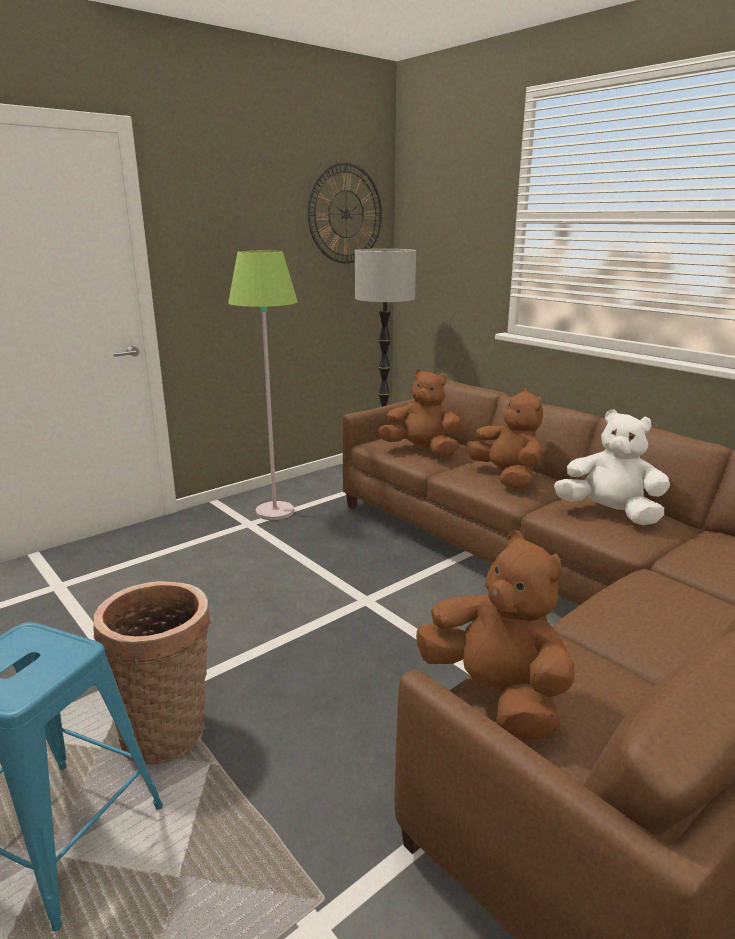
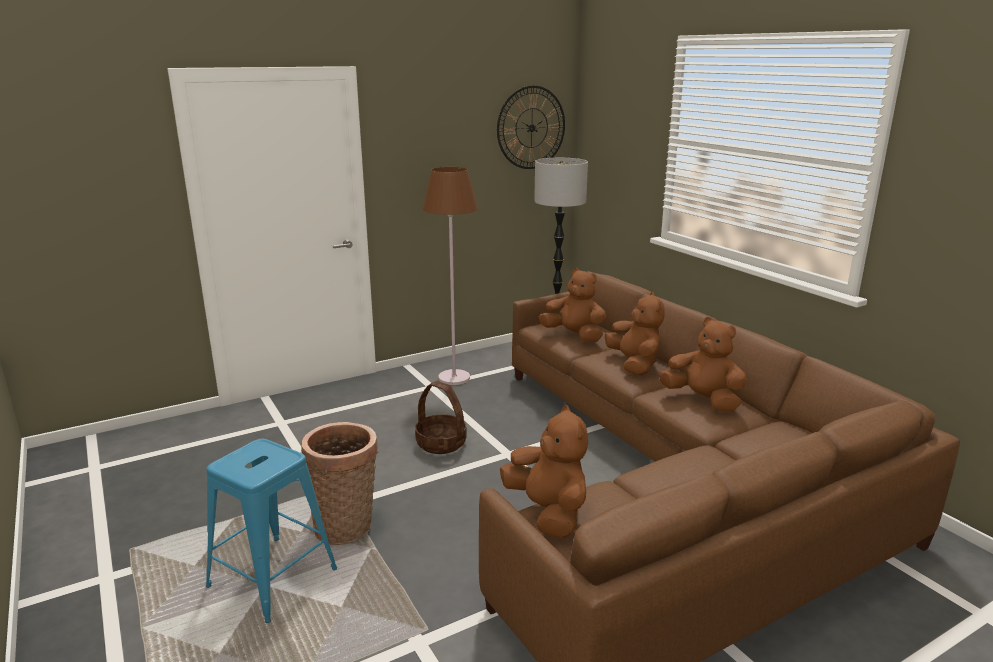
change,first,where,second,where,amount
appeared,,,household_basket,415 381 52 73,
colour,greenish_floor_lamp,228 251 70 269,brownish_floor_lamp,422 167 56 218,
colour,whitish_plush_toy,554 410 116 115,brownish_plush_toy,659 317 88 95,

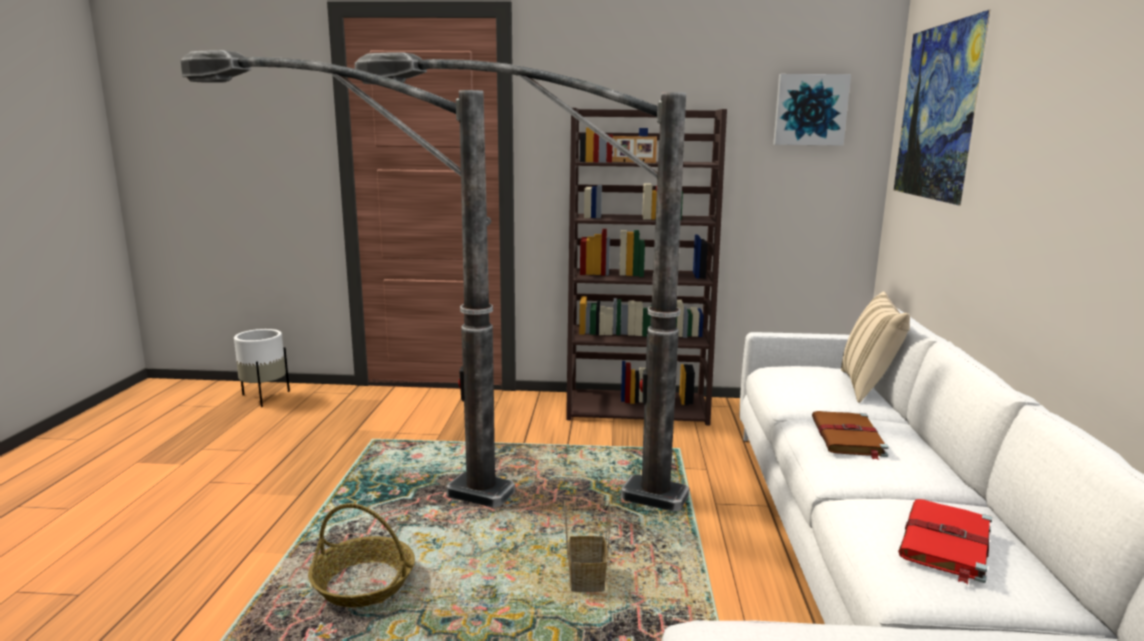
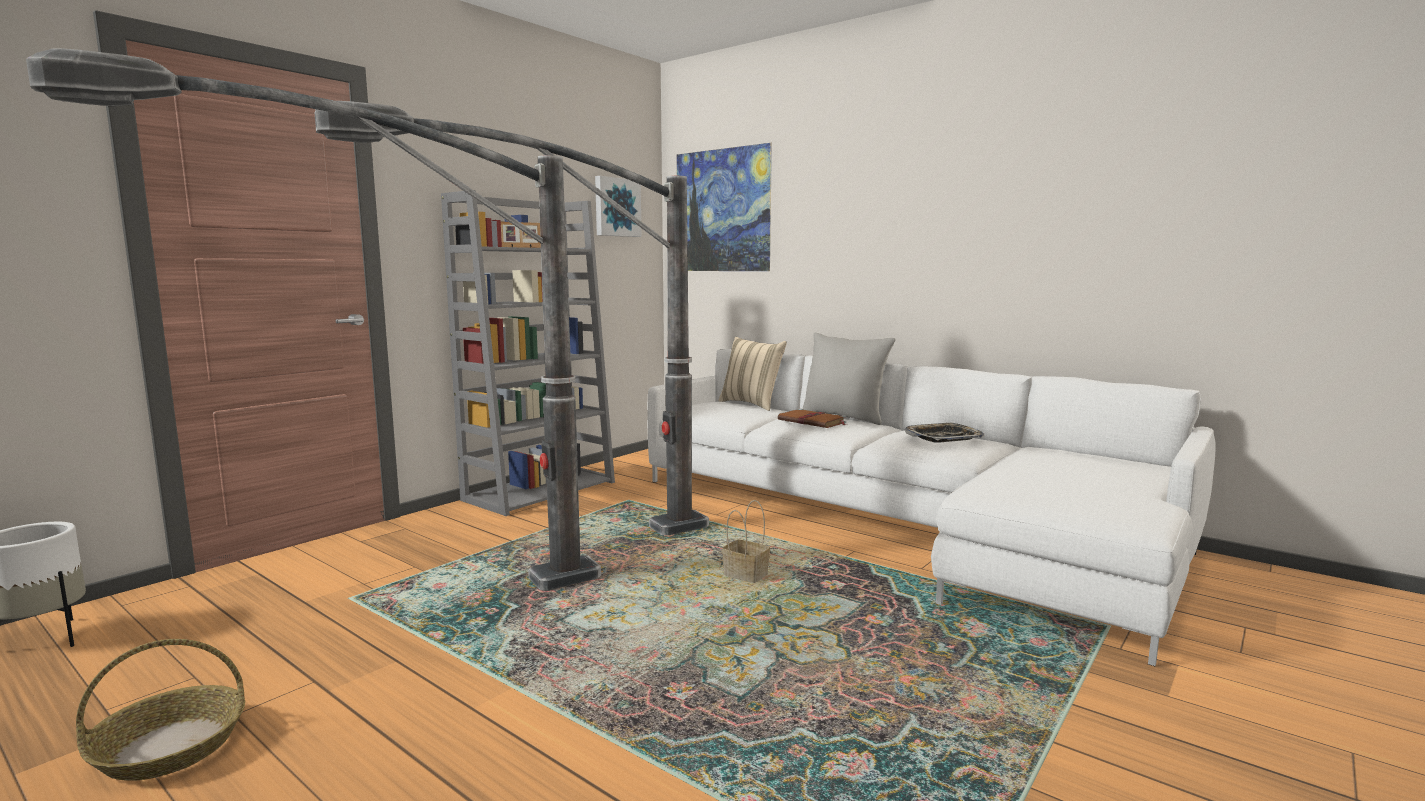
change,first,where,second,where,amount
appeared,,,gray_cushion,802 332 94 93,
relocated,household_basket,308 503 107 104,,76 639 169 142,
exchanged,red_book,898 499 94 85,tray,904 422 80 21,
colour,brownish_bookcase,566 108 161 317,gray_bookcase,441 190 174 326,

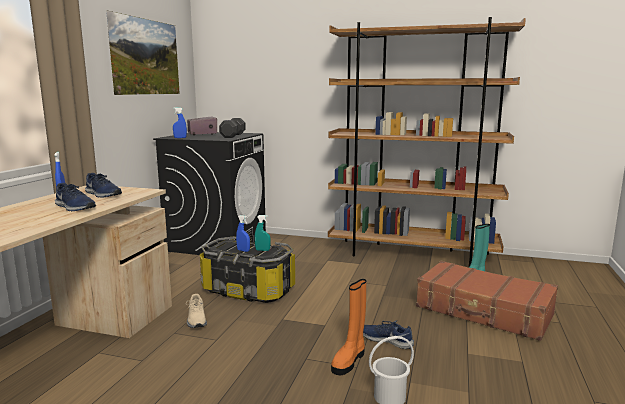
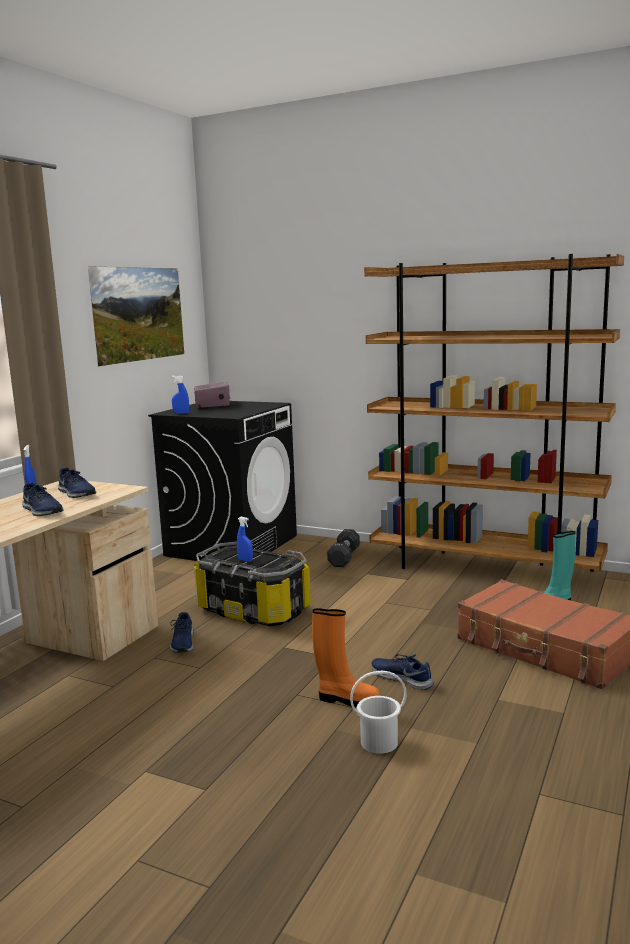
change,first,where,second,where,amount
missing,blue-green_spray_bottle,255 215 16 36,,,
relocated,blackish_hand_weight,219 118 27 20,,327 529 33 38,
colour,beige-coloured_shoe,186 294 21 34,bluish_shoe,170 612 24 41,
spun,orange_boot,331 279 35 96,,312 608 69 99,120 degrees counterclockwise

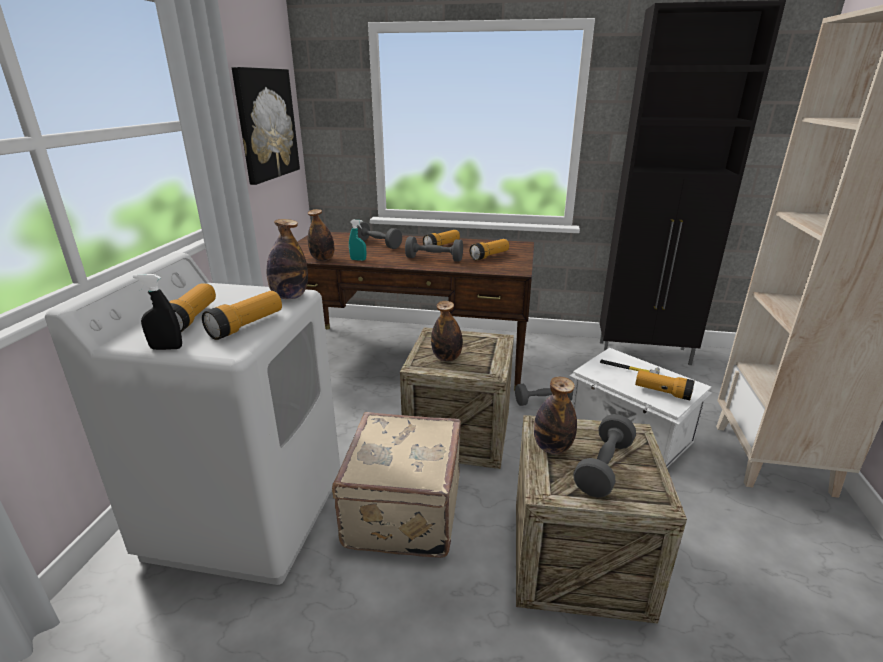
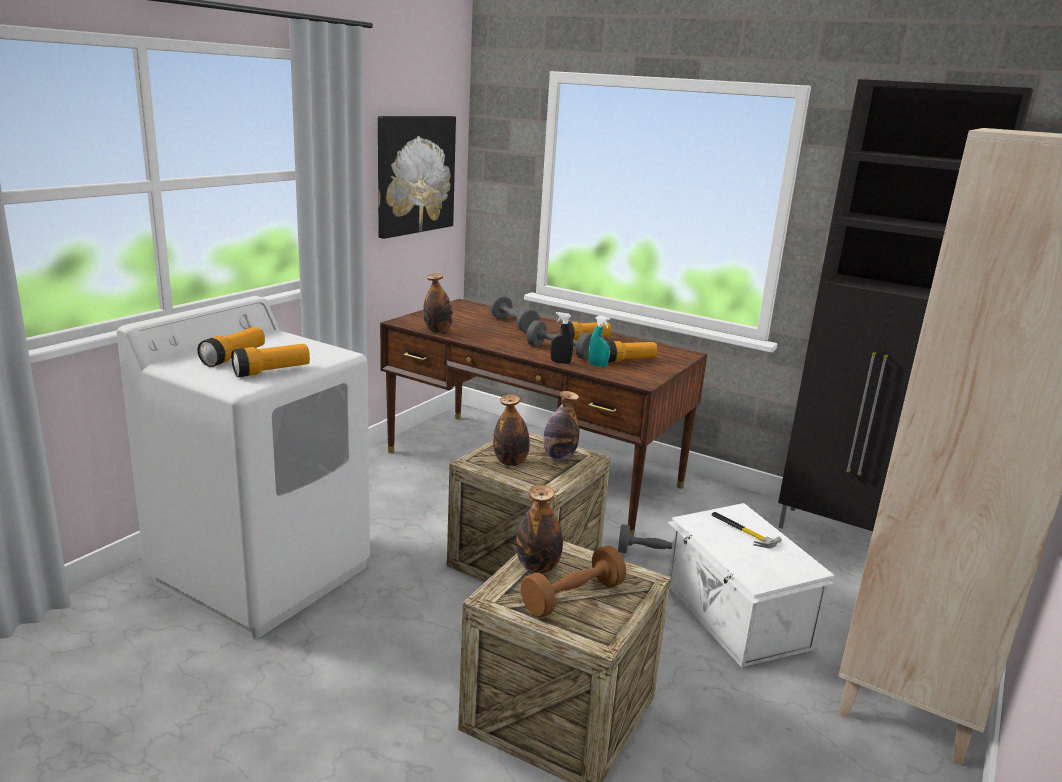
change,first,where,second,where,amount
missing,beige-coloured_piece_of_luggage,332 412 129 146,,,
missing,hand_torch,635 370 60 30,,,
relocated,blackish_spray_bottle,133 274 49 76,,551 312 22 52,
relocated,bottle,267 219 41 80,,543 391 36 69,
relocated,blue-green_spray_bottle,349 220 17 41,,589 315 21 52,
colour,gray_hand_weight,573 414 63 83,brownish_hand_weight,521 546 105 72,

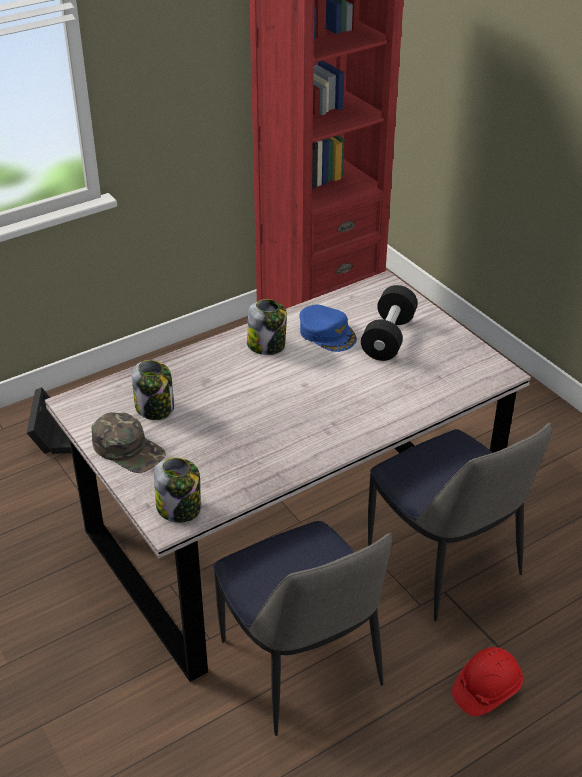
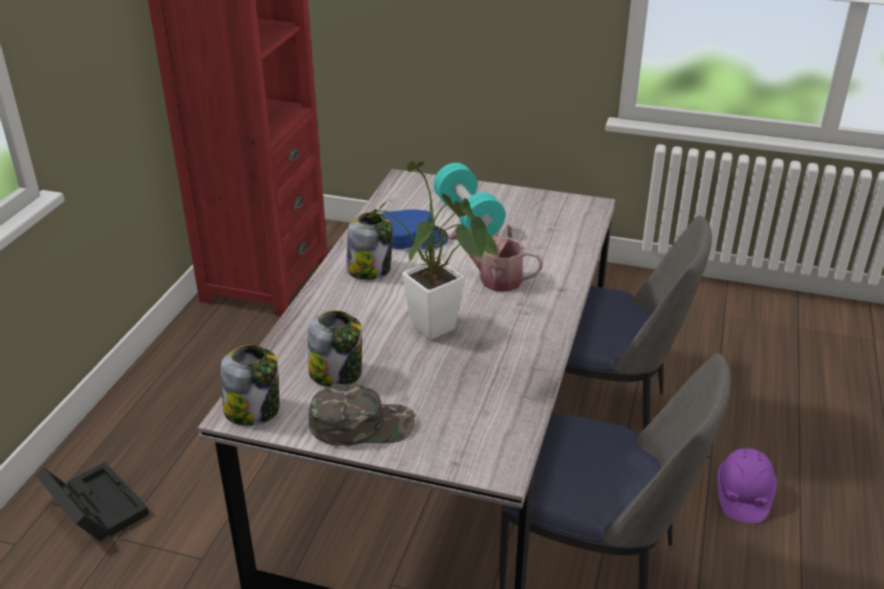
change,first,where,second,where,amount
appeared,,,plant_in_a_pot,366 161 134 179,
appeared,,,watering_can,448 223 95 69,
relocated,storage_jar,154 458 47 65,,221 345 58 81,
colour,blackish_hand_weight,361 285 57 76,blue-green_hand_weight,434 163 71 73,
colour,red_safety_helmet,452 647 71 69,purple-coloured_safety_helmet,717 448 60 75,

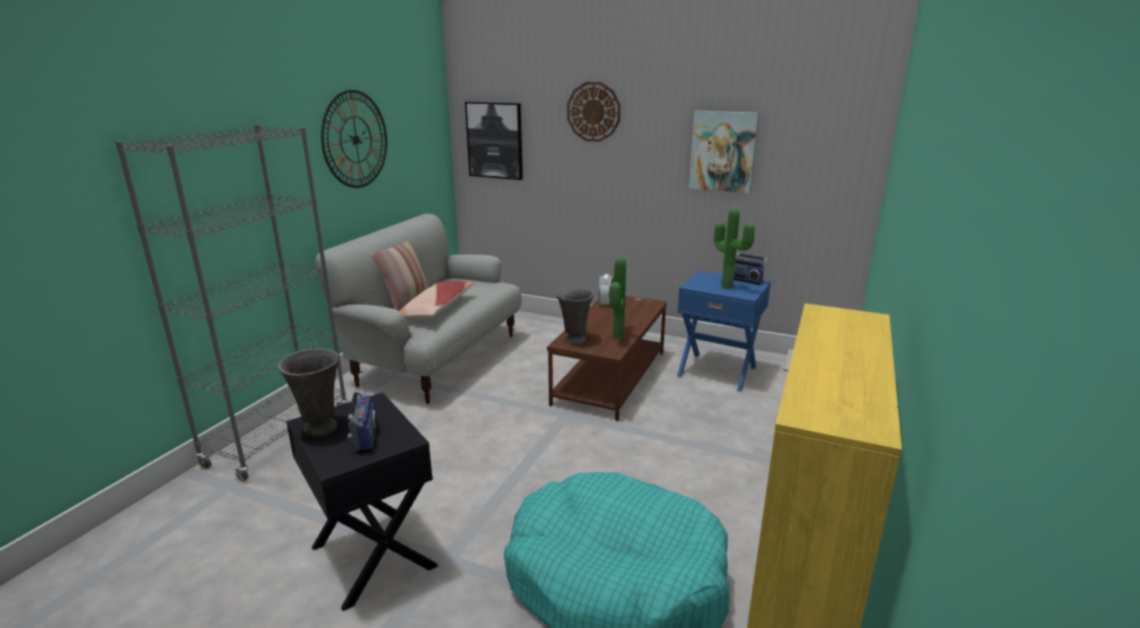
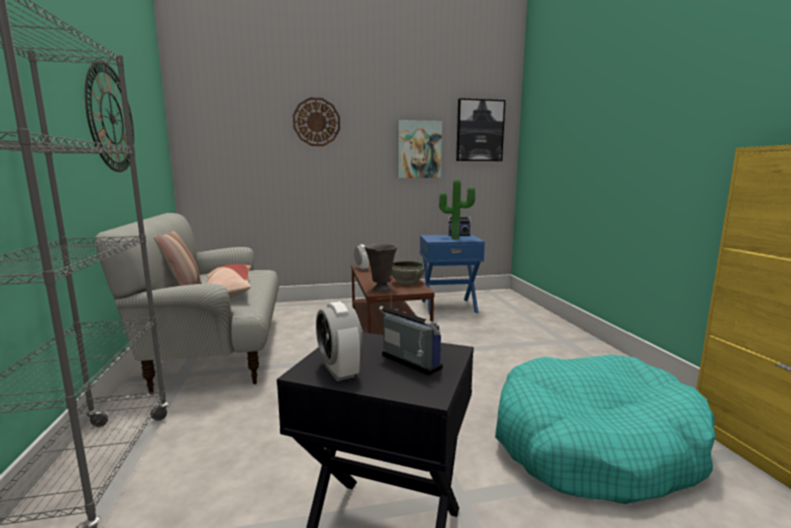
change,first,where,second,where,amount
relocated,wall_art,465 102 58 78,,456 98 49 63,
exchanged,gray_vase,278 348 61 88,alarm_clock,316 301 47 80,
exchanged,plant_in_a_pot,609 258 17 81,gray_bowl,391 261 33 24,

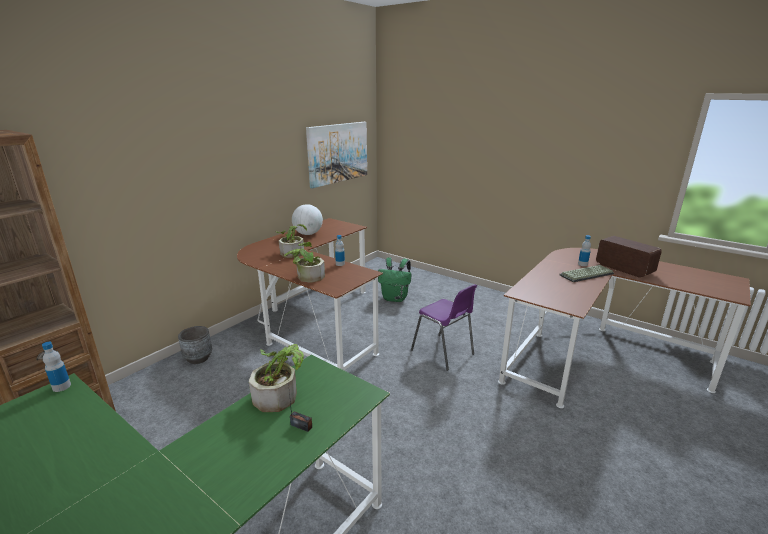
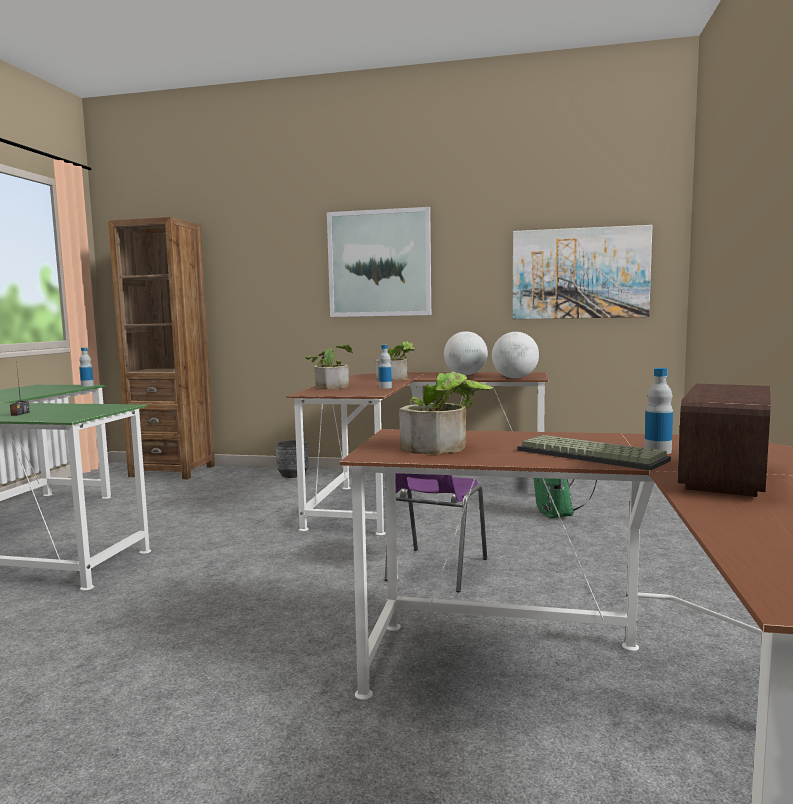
change,first,where,second,where,amount
appeared,,,wall_art,327 207 104 110,
appeared,,,desk_globe,492 332 47 46,
relocated,plant_in_a_pot,249 344 55 68,,399 372 94 82,

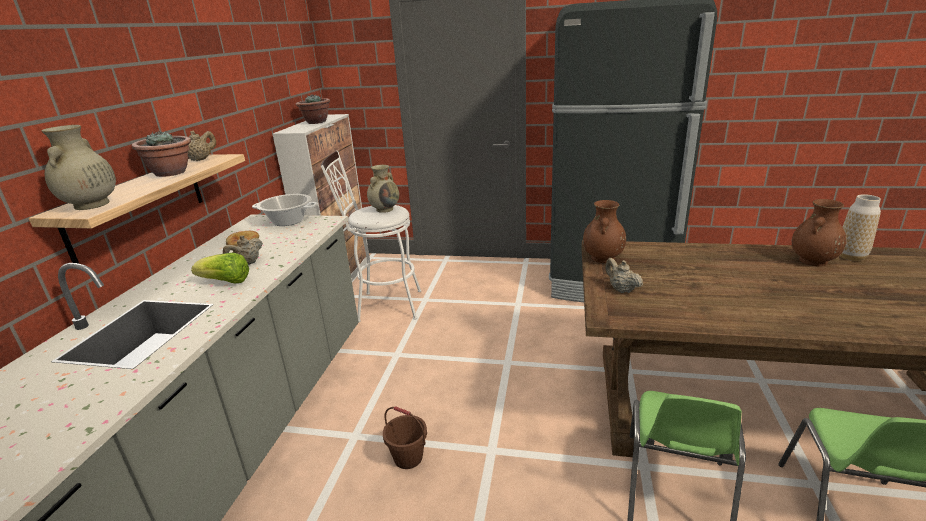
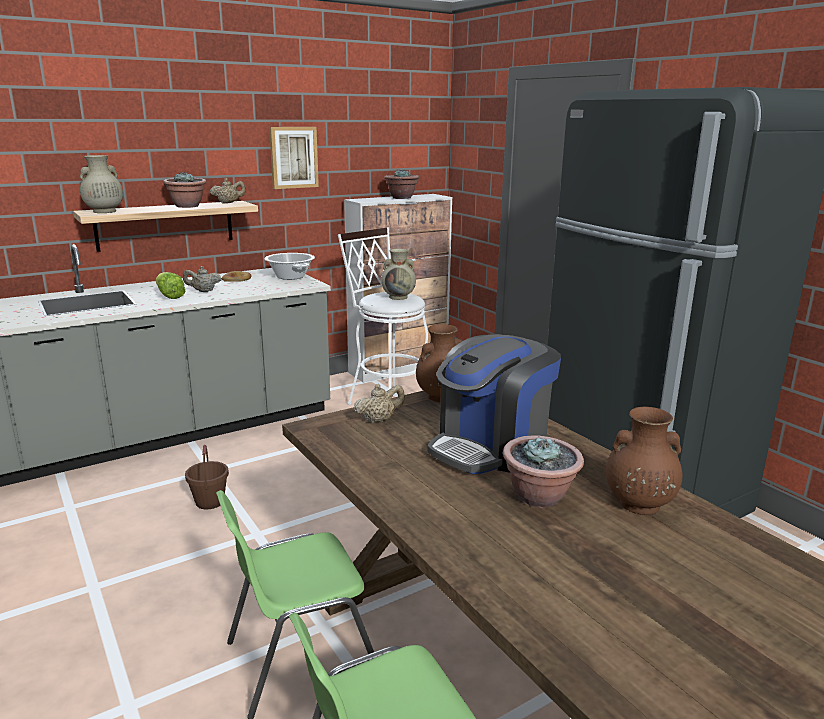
change,first,where,second,where,amount
missing,vase,840 194 41 67,,,
appeared,,,wall_art,269 127 50 62,
appeared,,,coffee_brewer,427 334 134 140,
appeared,,,plant_in_a_pot,503 436 81 72,
spun,beige-coloured_teapot,605 258 38 35,,354 384 51 39,45 degrees clockwise

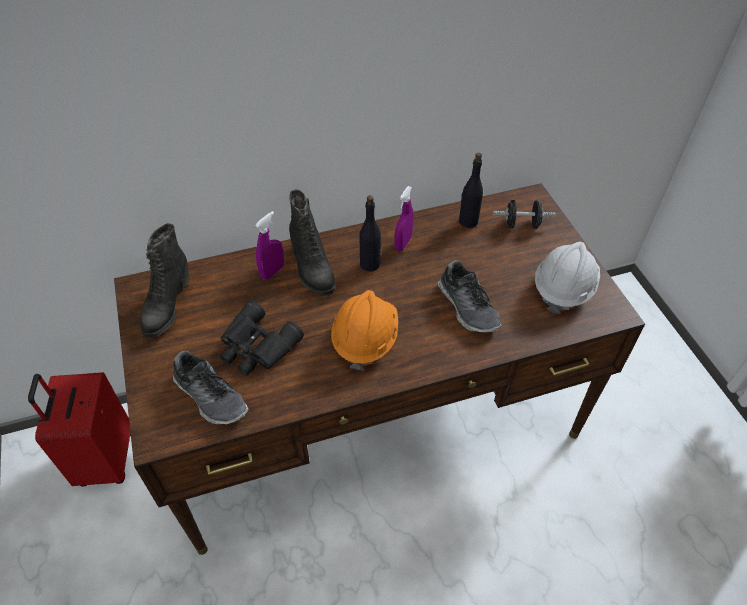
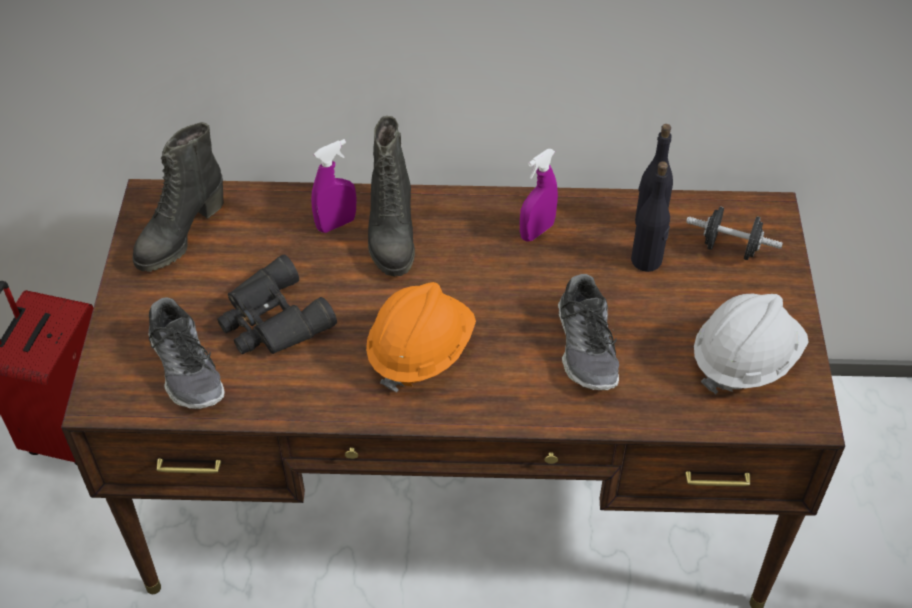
change,first,where,second,where,amount
relocated,blackish_bottle,359 195 23 76,,631 161 39 111,

